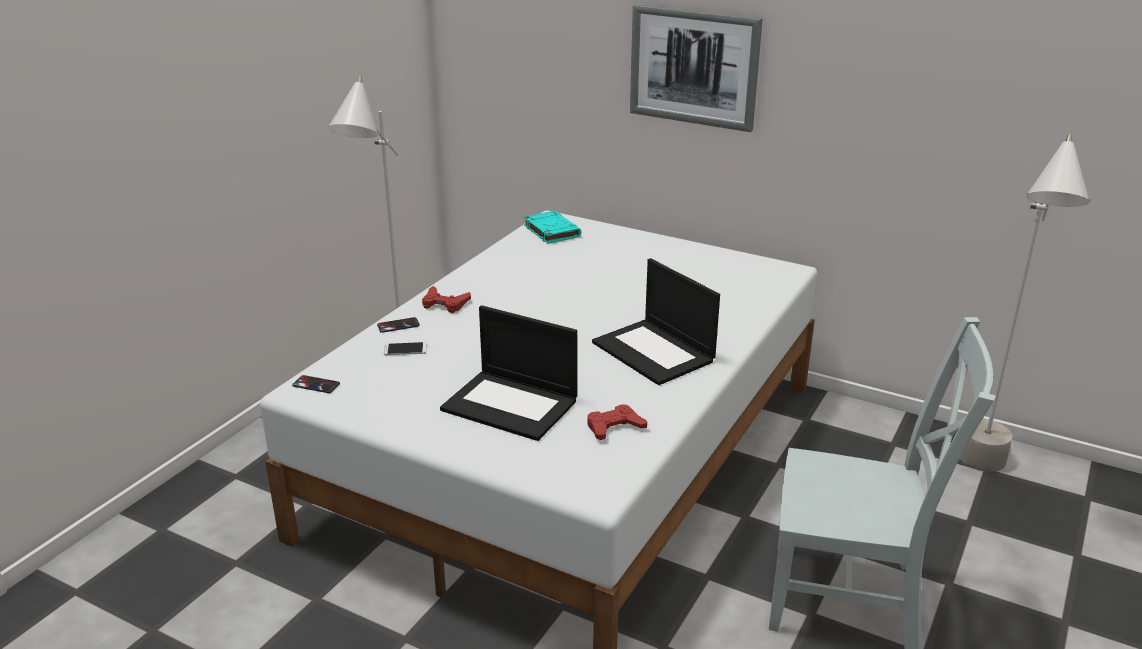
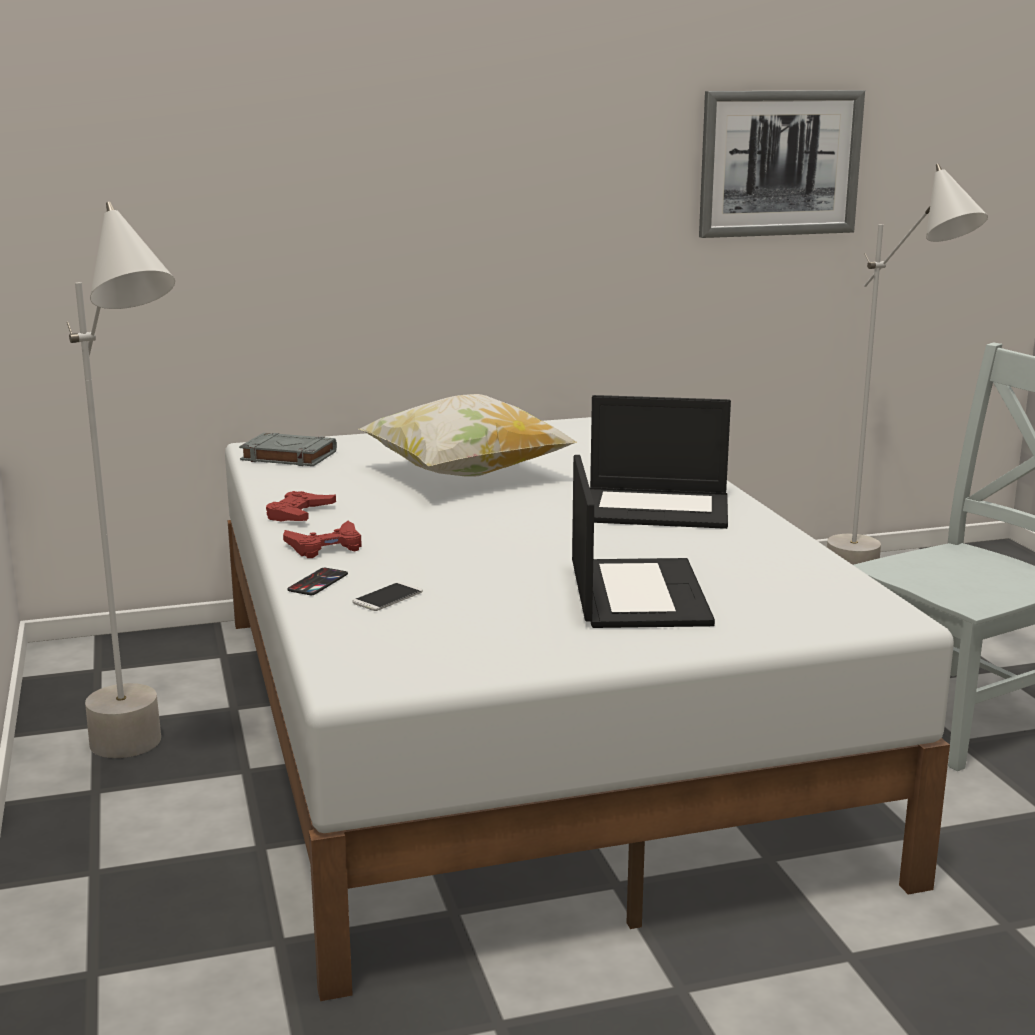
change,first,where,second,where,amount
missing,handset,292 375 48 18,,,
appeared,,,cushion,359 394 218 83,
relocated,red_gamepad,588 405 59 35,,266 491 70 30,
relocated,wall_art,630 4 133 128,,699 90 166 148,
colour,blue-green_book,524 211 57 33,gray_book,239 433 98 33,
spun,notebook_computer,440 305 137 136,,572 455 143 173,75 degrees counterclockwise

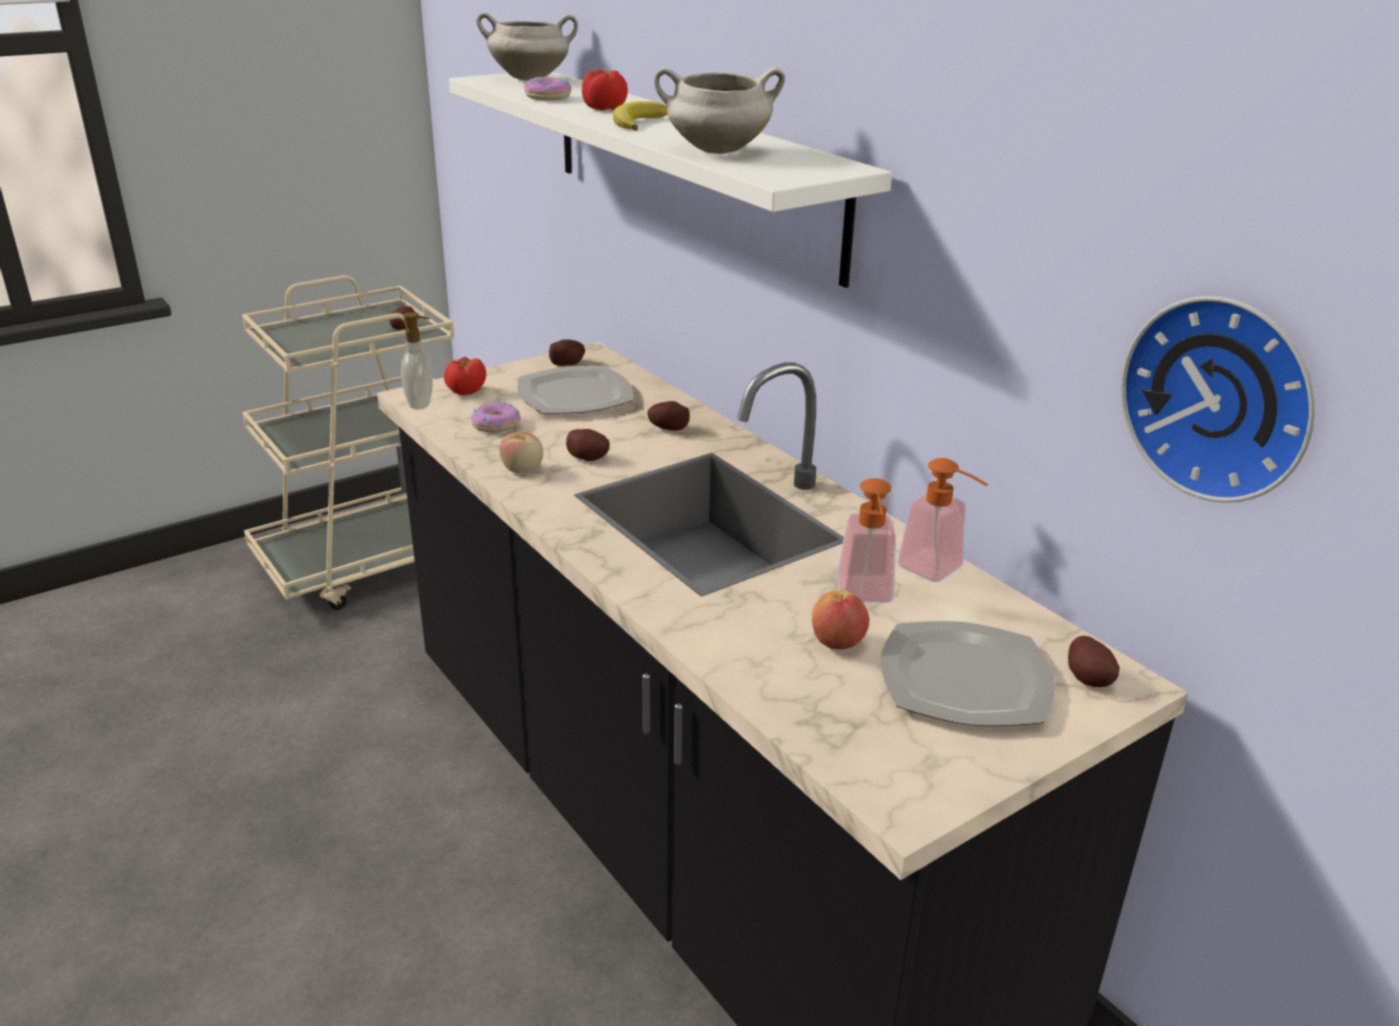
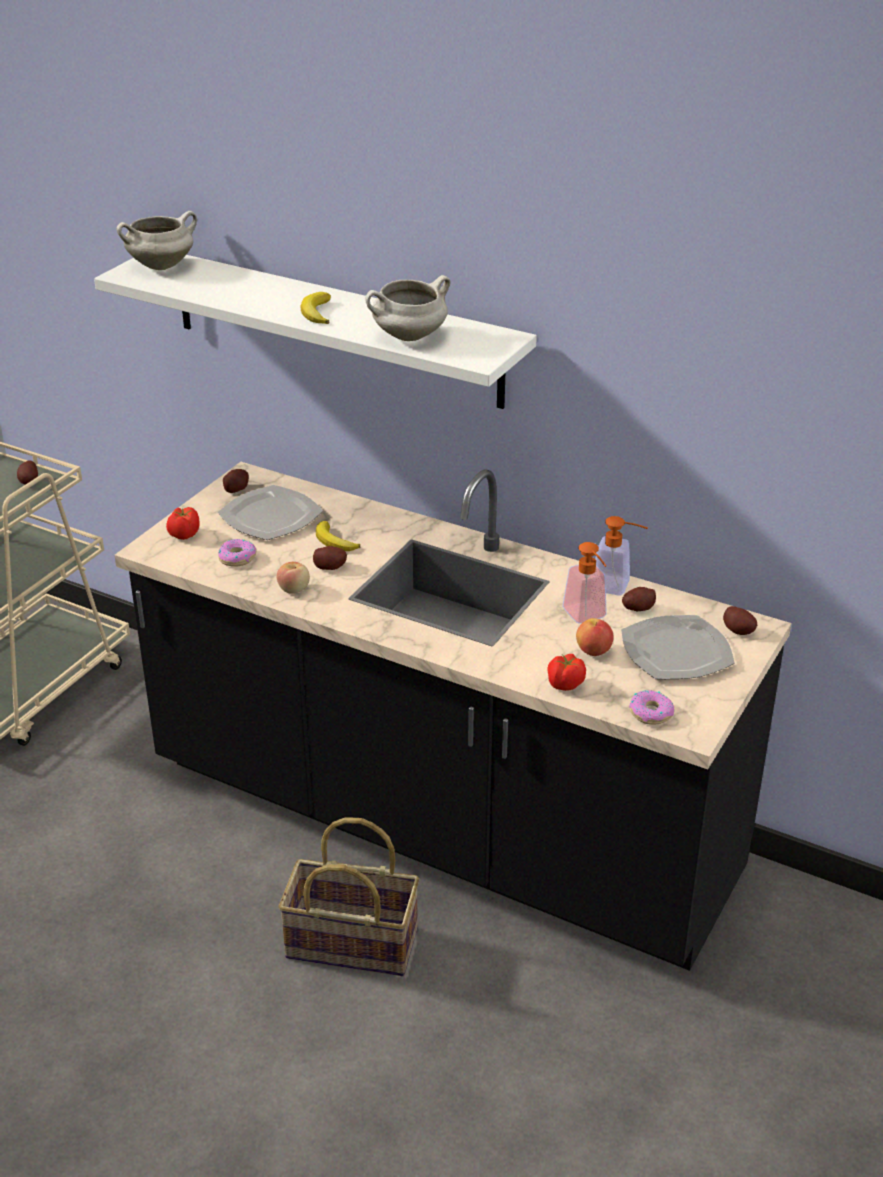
change,first,where,second,where,amount
missing,liquid_soap_bottle,401 312 32 98,,,
missing,clock_on_the_wall,1121 296 194 207,,,
appeared,,,household_basket,279 817 140 159,
appeared,,,banana_fruit,316 521 44 30,
relocated,donut,524 77 47 24,,629 690 45 35,
relocated,tomato,582 69 46 42,,547 654 39 37,
relocated,whole_potato,647 401 43 30,,622 587 34 24,

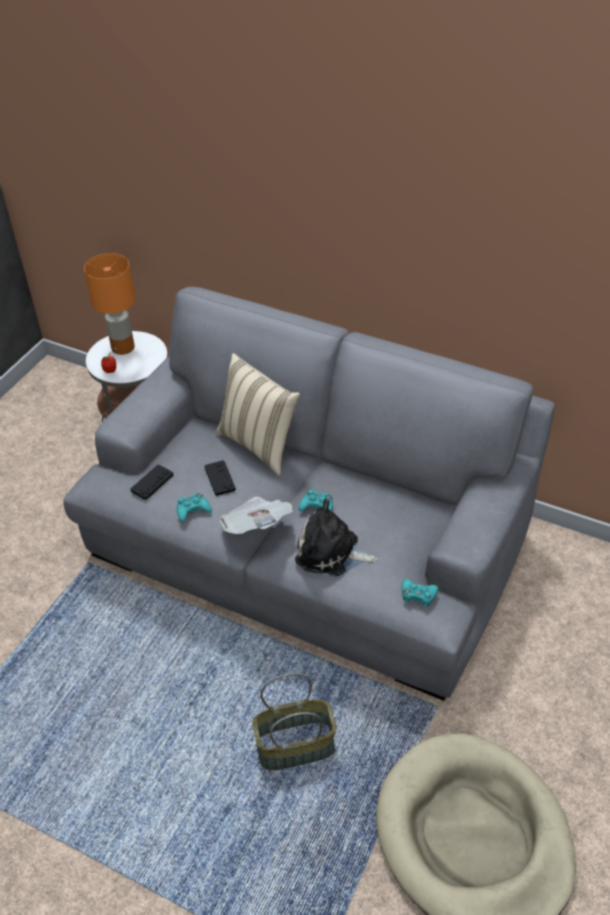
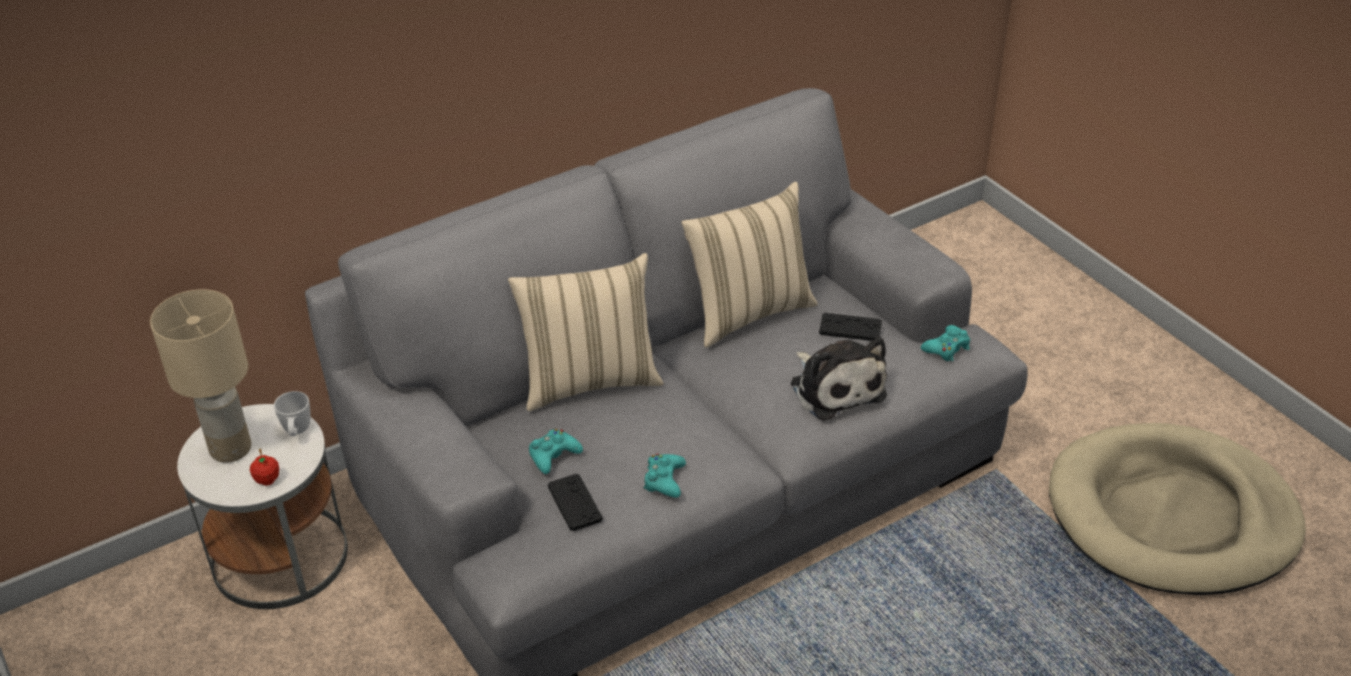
change,first,where,second,where,amount
missing,daily_paper,220 496 73 38,,,
missing,household_basket,252 673 85 97,,,
appeared,,,whitish_coffee_mug,274 391 37 45,
appeared,,,beige-coloured_cushion,681 182 137 166,
relocated,blackish_gamepad,204 460 32 36,,819 313 63 28,
relocated,blue-green_gamepad,299 490 34 21,,529 429 54 45,
colour,orange_table_lamp,84 253 52 102,beige-coloured_table_lamp,150 289 101 174,
spun,plush_toy,295 498 82 79,,790 337 97 84,75 degrees counterclockwise

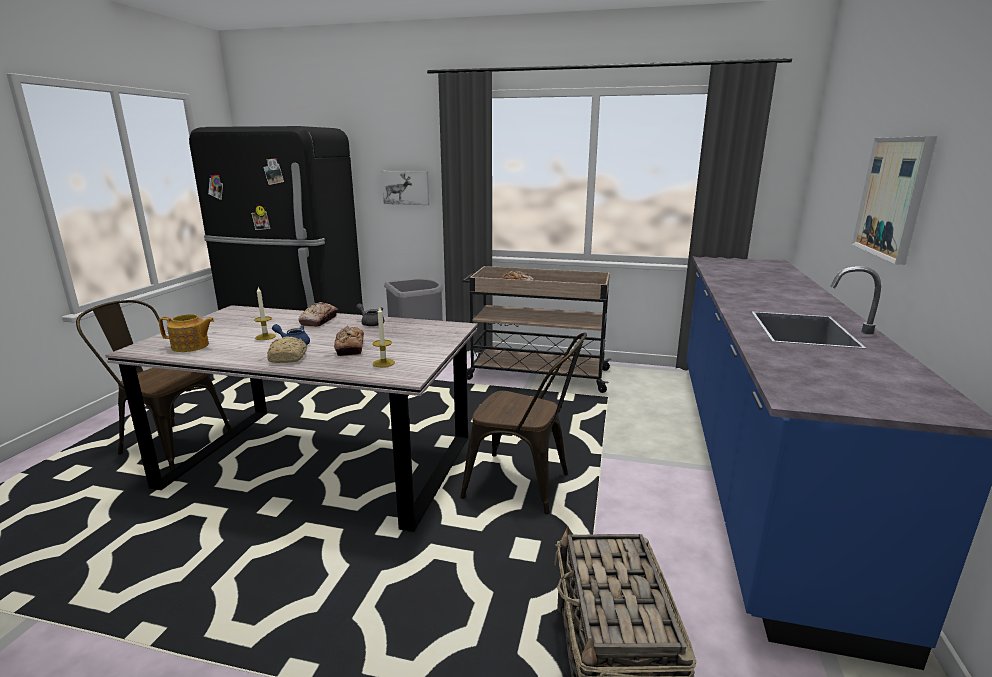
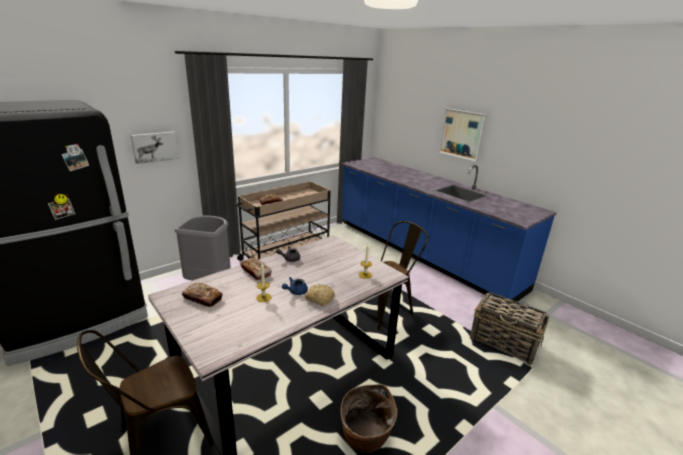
change,first,where,second,where,amount
missing,teapot,159 314 55 38,,,
appeared,,,household_basket,341 384 56 69,
relocated,bakery_bread,334 326 30 30,,182 283 41 24,

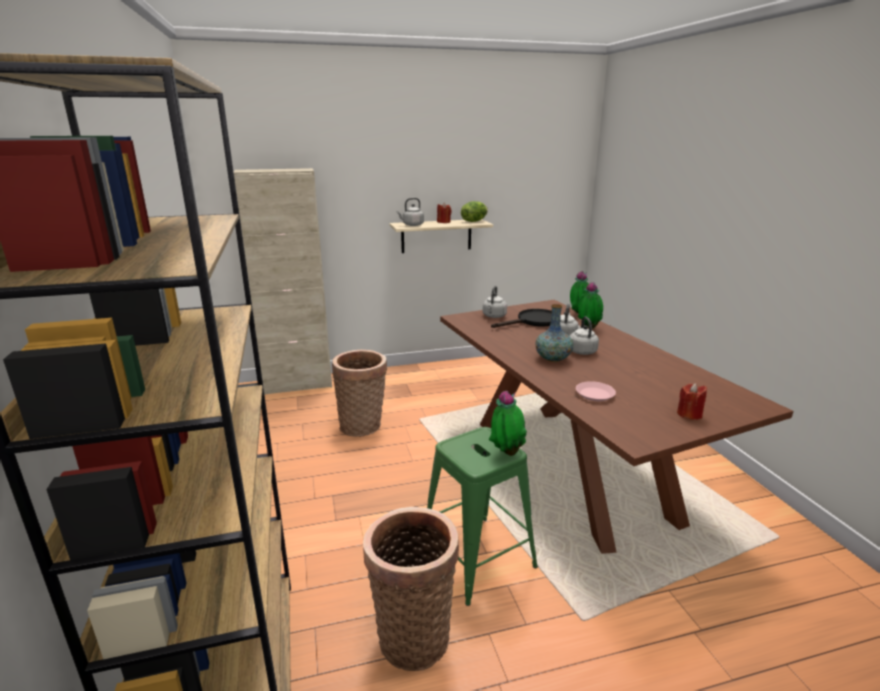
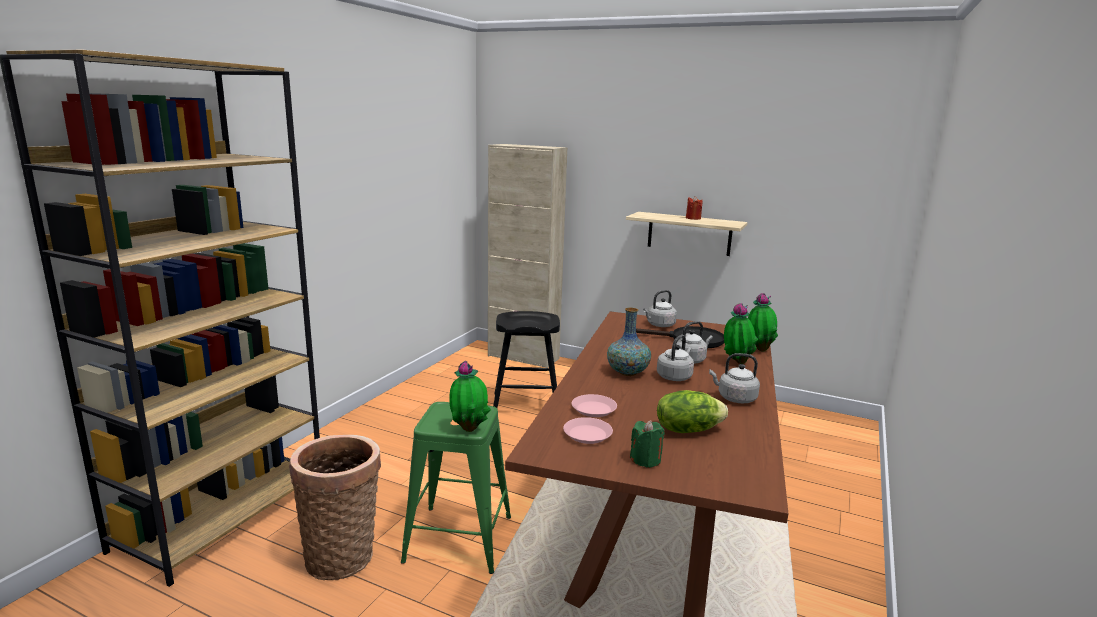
change,first,where,second,where,amount
appeared,,,pinkish_flat_dish,563 417 50 27,
relocated,gray_tea_kettle,396 198 28 28,,709 353 51 50,
relocated,head_of_lettuce,461 201 27 21,,657 390 71 43,
exchanged,household_basket,332 350 56 87,blackish_stool_seat,493 311 67 97,
colour,red_wax_candle,677 383 30 37,greenish_wax_candle,630 420 35 48,

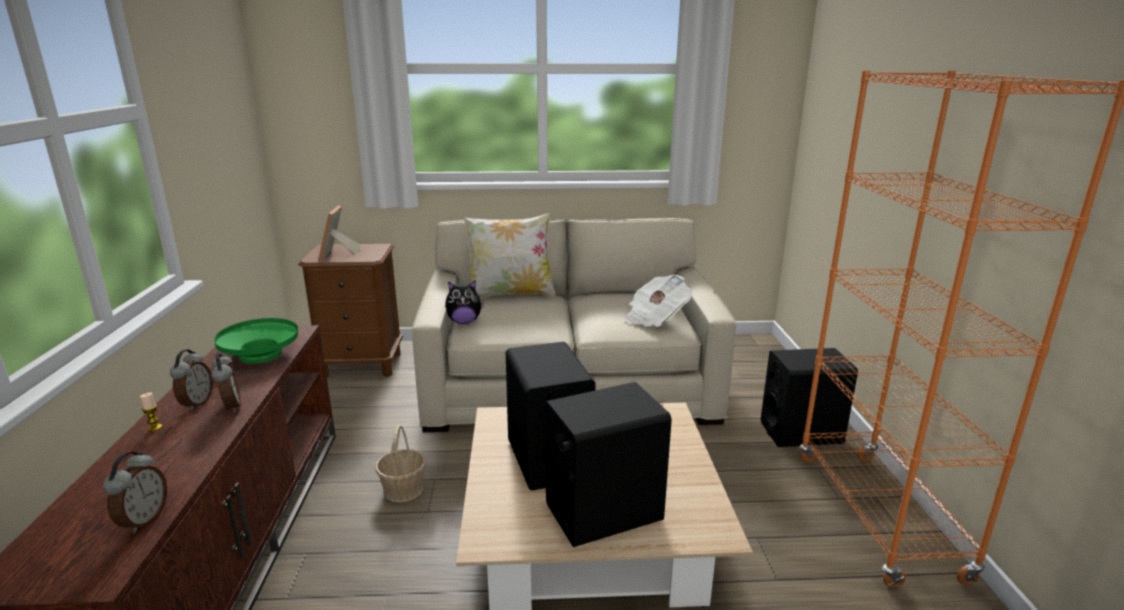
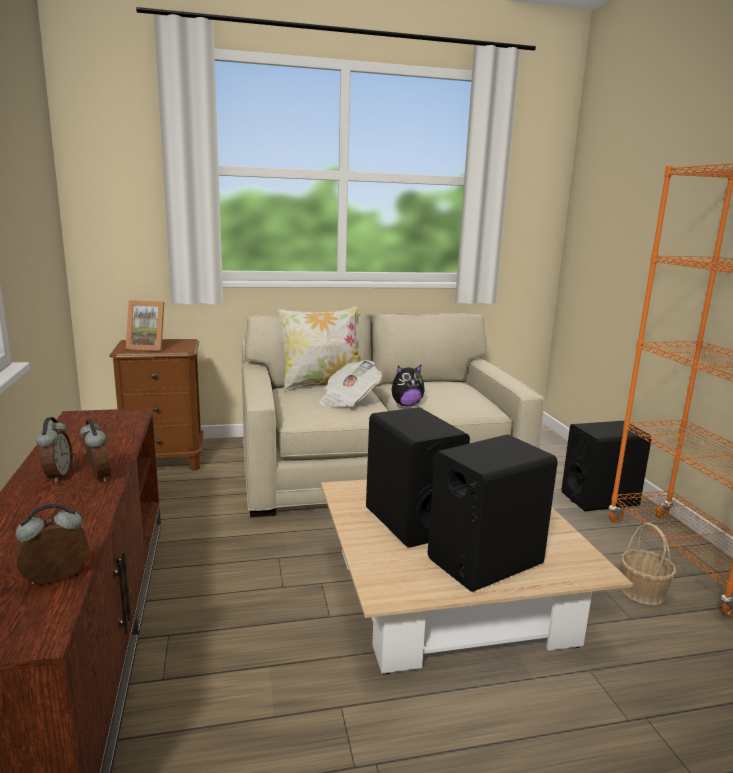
change,first,where,second,where,amount
missing,wax_candle,140 393 22 39,,,
missing,greenish_bowl,214 318 84 46,,,
relocated,household_basket,376 424 50 79,,621 523 55 82,
relocated,plush_toy,445 281 39 43,,391 365 34 41,
relocated,daily_paper,624 275 68 52,,319 360 63 47,
spun,alarm_clock,103 452 64 82,,15 504 74 80,120 degrees counterclockwise
spun,photo_frame,318 205 43 55,,126 300 38 51,75 degrees counterclockwise

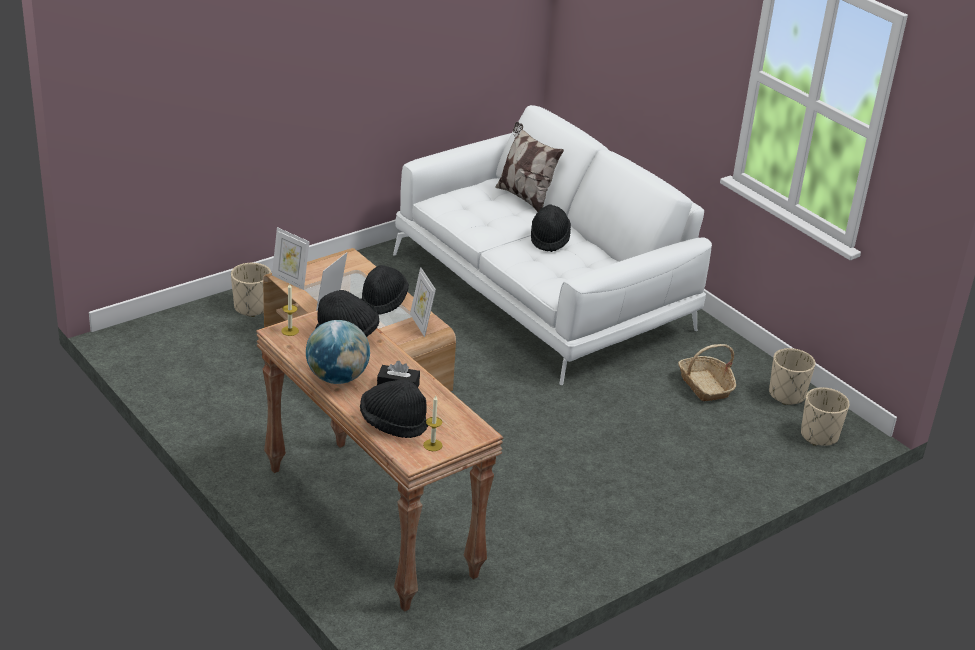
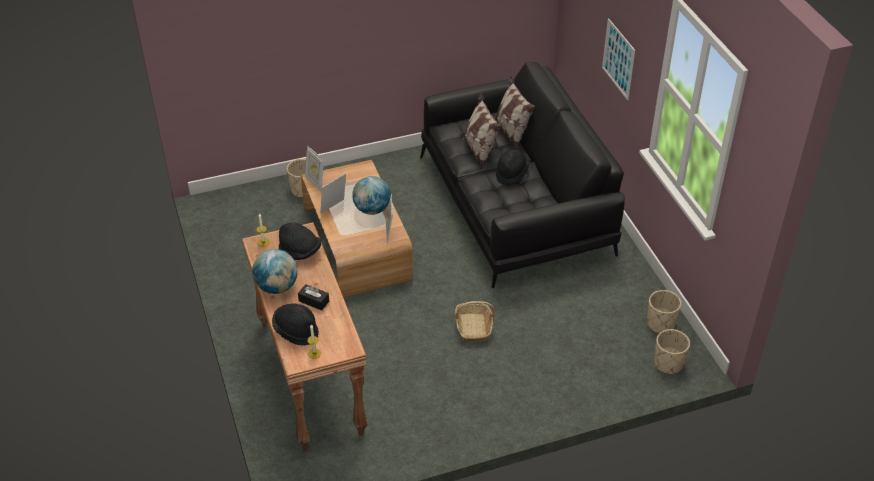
change,first,where,second,where,amount
appeared,,,cushion,463 93 38 76,
appeared,,,wall_art,602 18 33 82,
relocated,household_basket,678 344 58 57,,455 301 40 41,
exchanged,blackish_wearable_hat,362 265 47 50,desk_globe,352 176 39 39,
colour,whitish_settee,393 105 319 280,blackish_settee,420 62 205 226,

